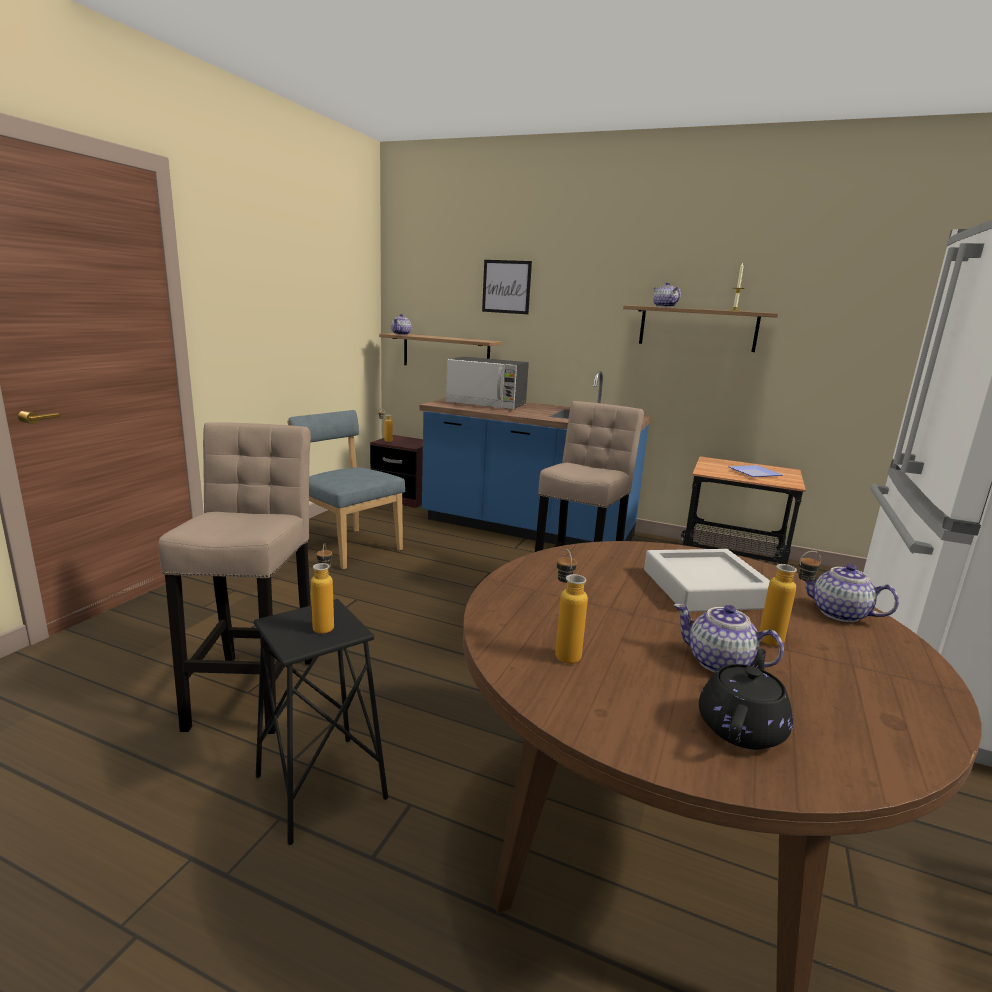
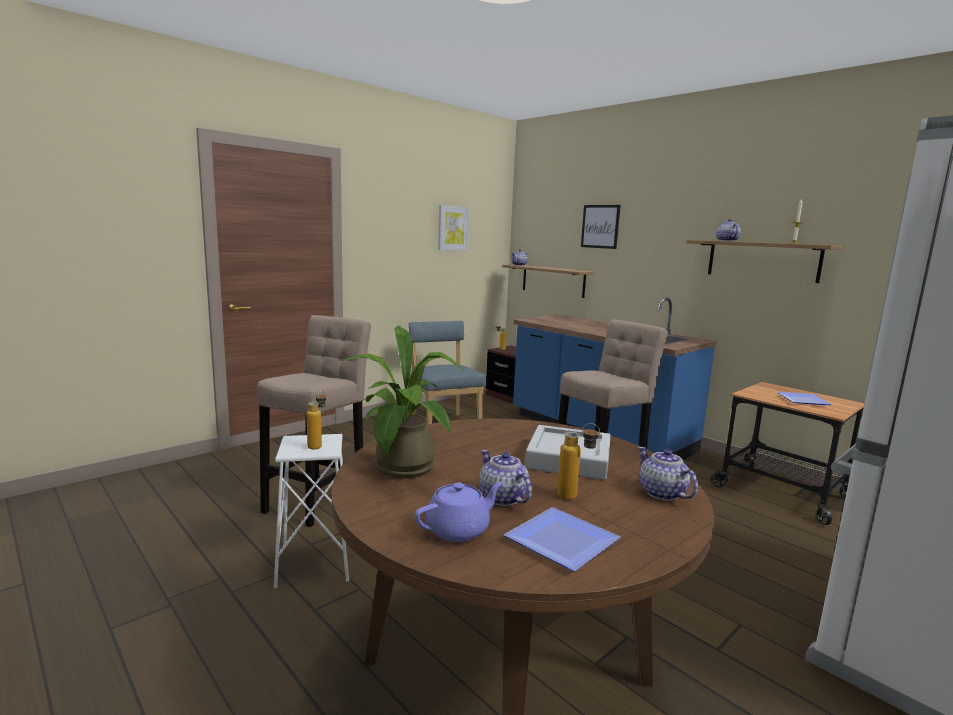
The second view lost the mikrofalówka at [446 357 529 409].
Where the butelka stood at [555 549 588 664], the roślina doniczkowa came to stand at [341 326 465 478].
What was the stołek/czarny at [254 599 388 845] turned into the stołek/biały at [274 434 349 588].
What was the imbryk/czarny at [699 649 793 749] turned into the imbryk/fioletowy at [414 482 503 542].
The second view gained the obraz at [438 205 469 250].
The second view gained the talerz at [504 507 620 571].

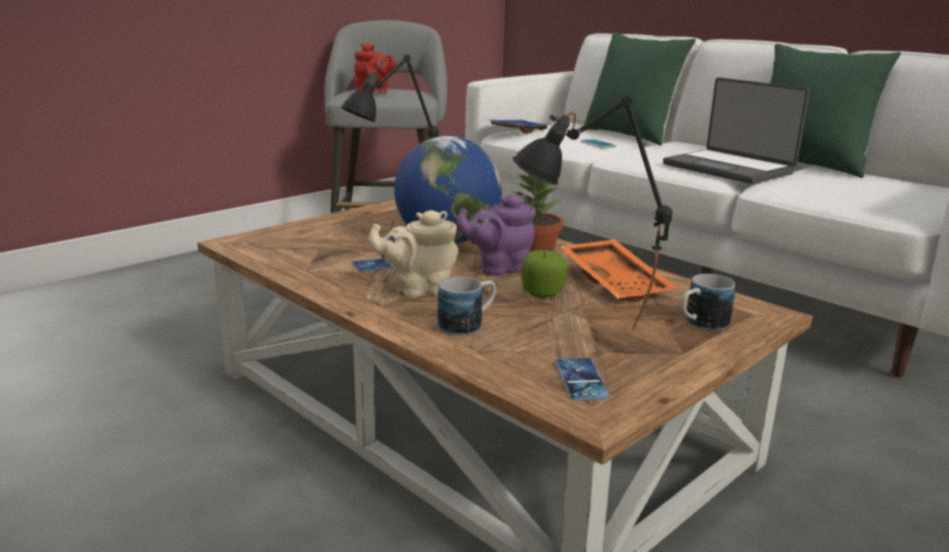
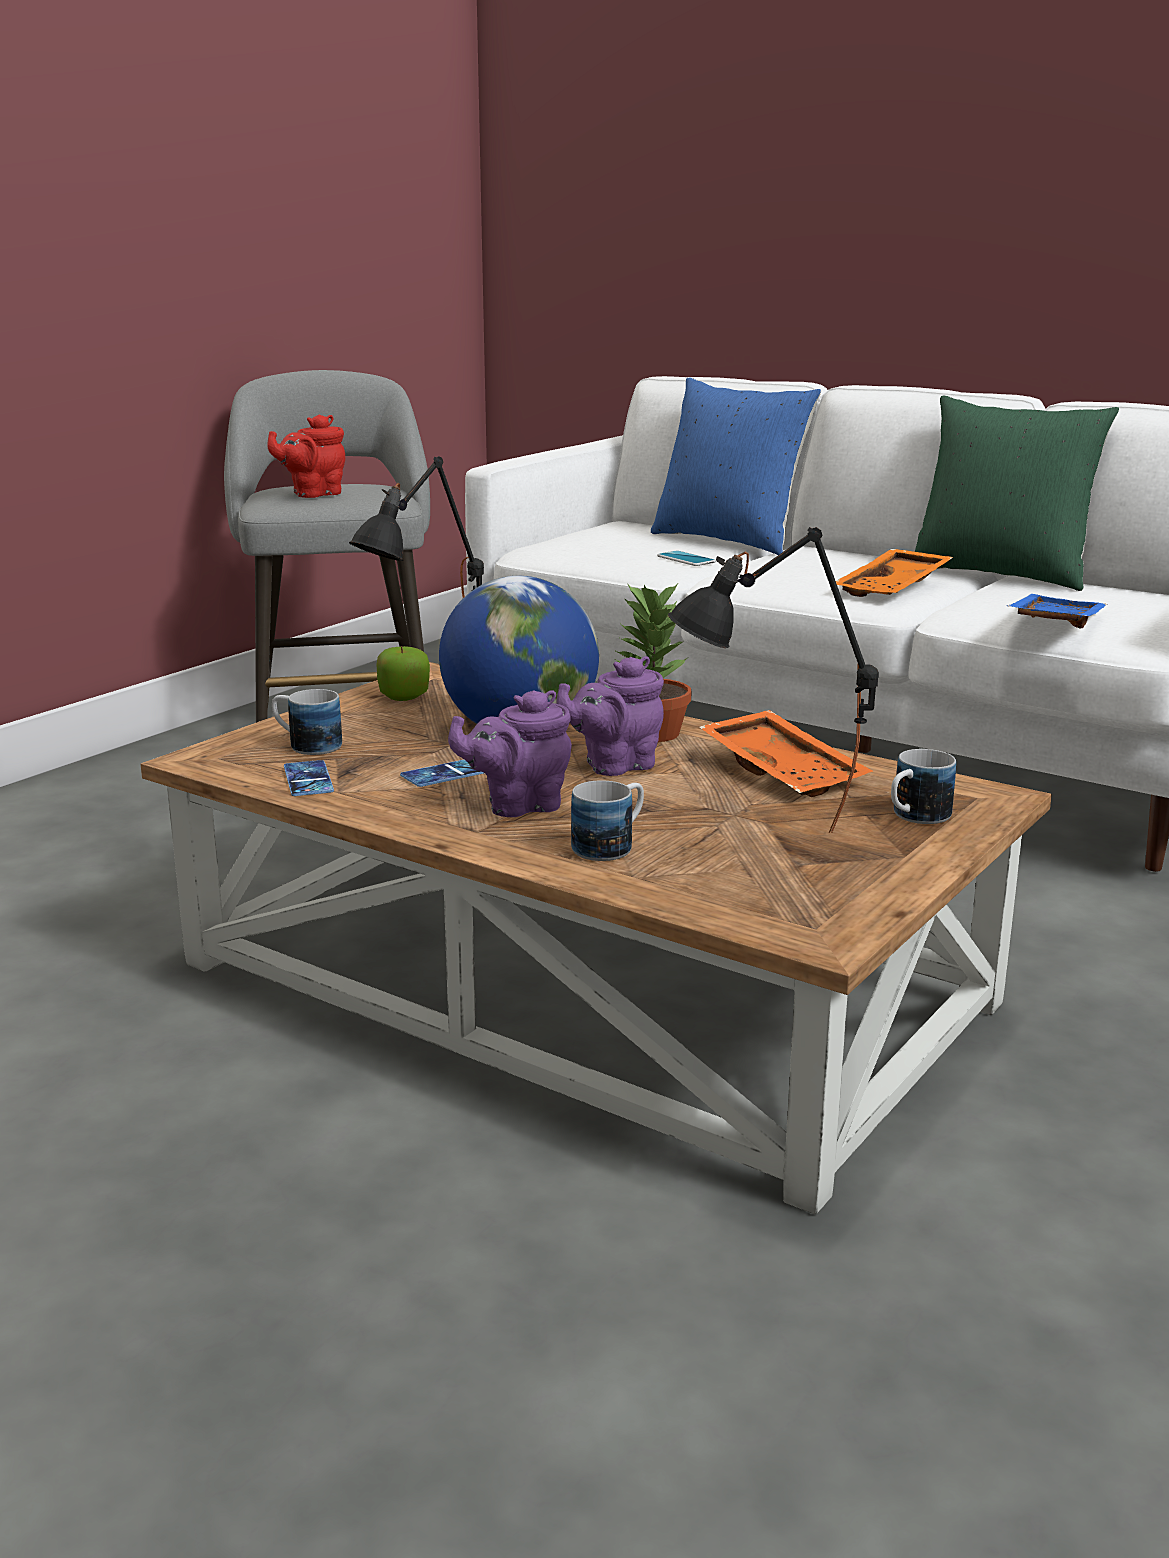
What was the poduszka/zielony at [583 32 696 146] turned into the poduszka/niebieski at [651 377 821 555].
The imbryk/czerwony at [354 43 396 93] ended up facing another way, 120 degrees clockwise from before.
Where the laptop stood at [663 77 810 184], the taca/pomarańczowy came to stand at [836 549 953 597].
The taca/niebieski ended up elsewhere, having gone from [485 119 548 134] to [1007 594 1108 629].
What was the imbryk/beżowy at [368 210 458 298] turned into the imbryk/fioletowy at [448 690 572 817].
The jabłko ended up elsewhere, having gone from [521 250 567 298] to [376 646 430 701].
The telefon ended up elsewhere, having gone from [556 358 610 400] to [284 760 334 796].
The second view gained the kubek at [272 689 342 755].

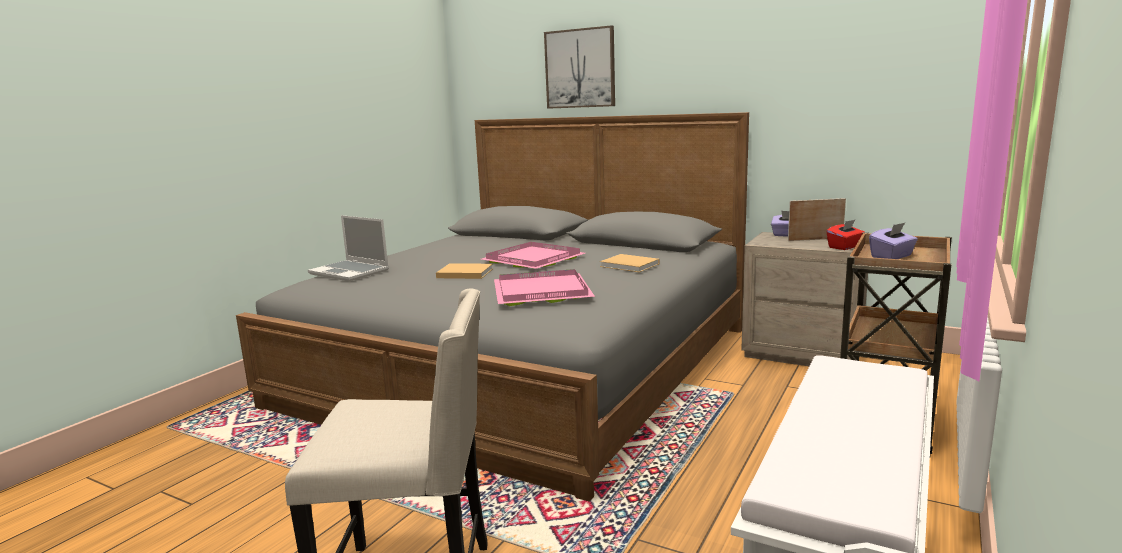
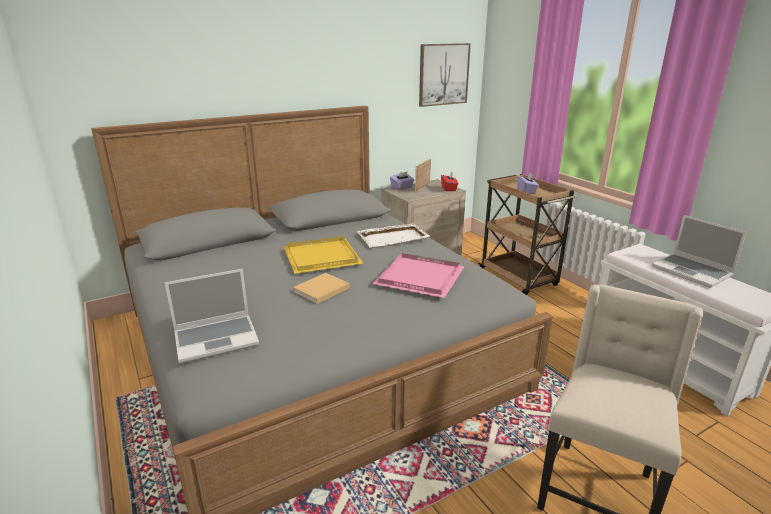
The obraz ended up elsewhere, having gone from [544 25 615 109] to [419 43 471 107].
What was the taca/różowy at [482 242 585 269] turned into the taca/żółty at [284 236 364 274].
Where the książka/beżowy stood at [600 254 659 272], the taca/biały came to stand at [357 223 430 248].
The second view gained the laptop at [652 215 746 288].

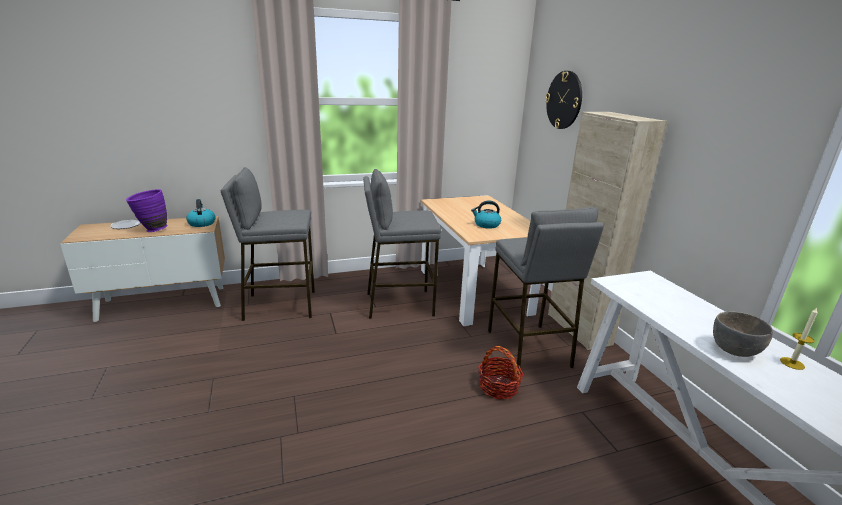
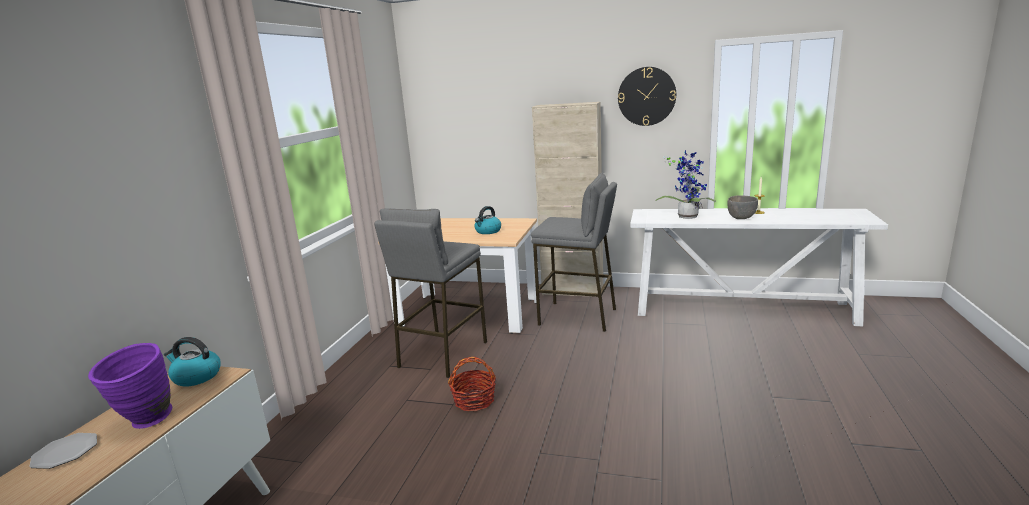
The zegar ścienny ended up elsewhere, having gone from [545 71 582 129] to [618 67 676 126].
The second view lost the stołek/szary at [221 167 315 321].
The koszyk ended up elsewhere, having gone from [478 346 524 399] to [448 357 496 411].
The second view gained the roślina doniczkowa at [655 149 716 219].

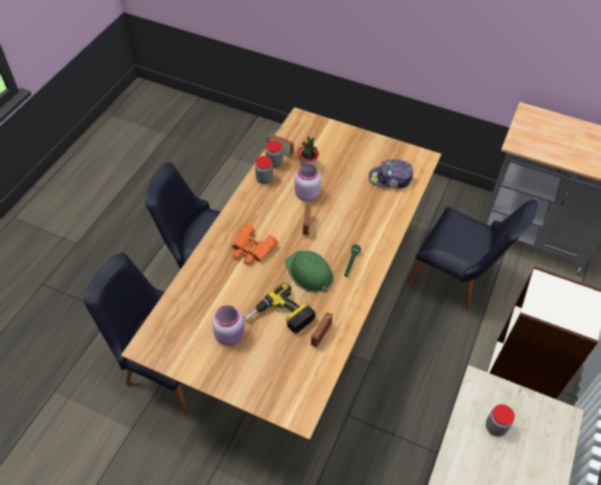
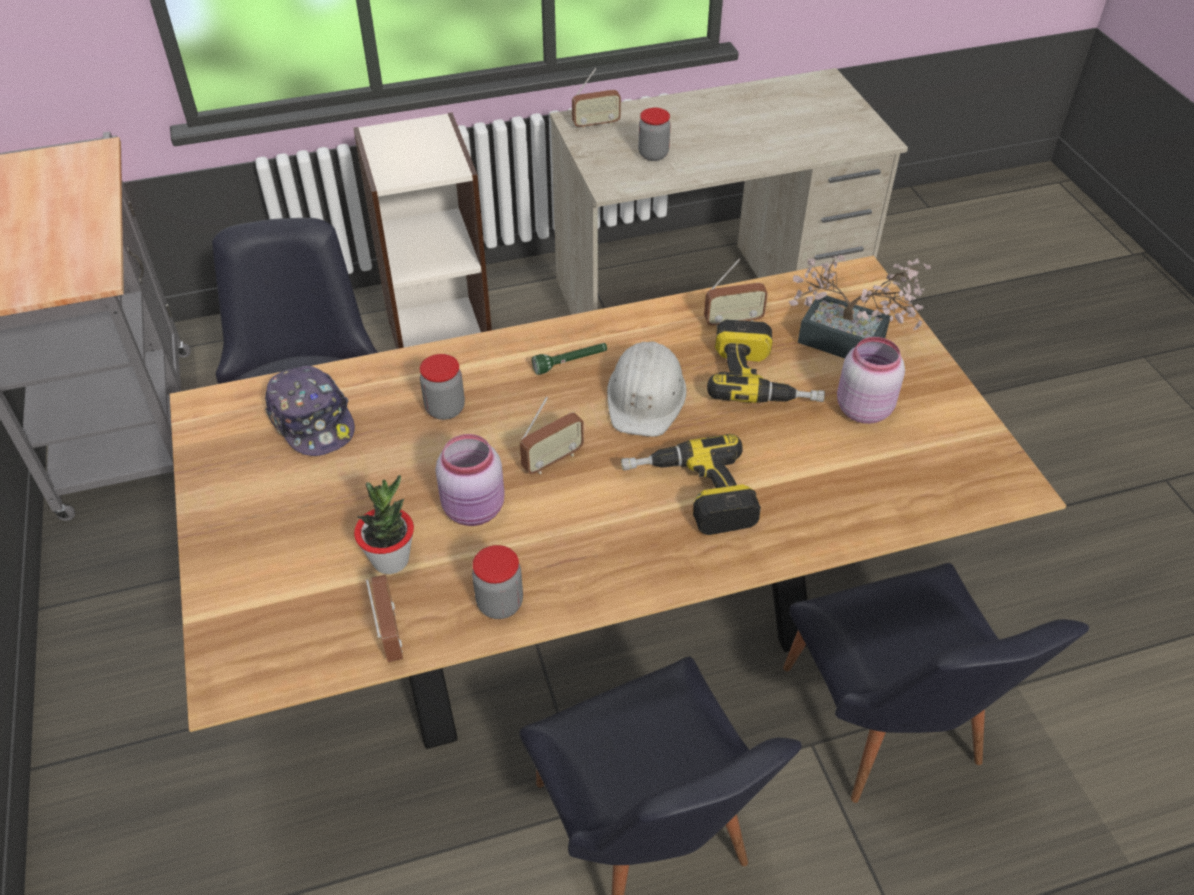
The słoik ended up elsewhere, having gone from [266 140 283 168] to [420 354 465 420].
Where the lornetka/pomarańczowy stood at [232 224 278 266], the wiertarka came to stand at [621 434 761 535].
What was the kask/zielony at [285 251 333 293] turned into the kask/biały at [607 341 686 437].
The second view gained the radio at [572 68 621 130].
The second view gained the roślina doniczkowa at [789 255 931 358].

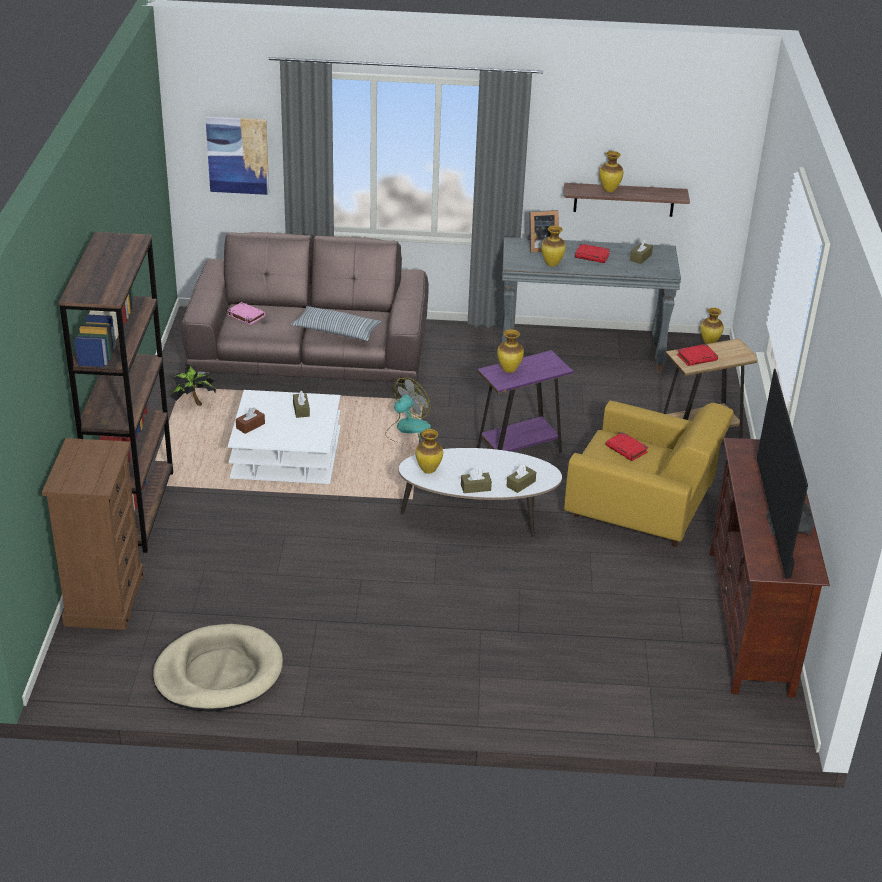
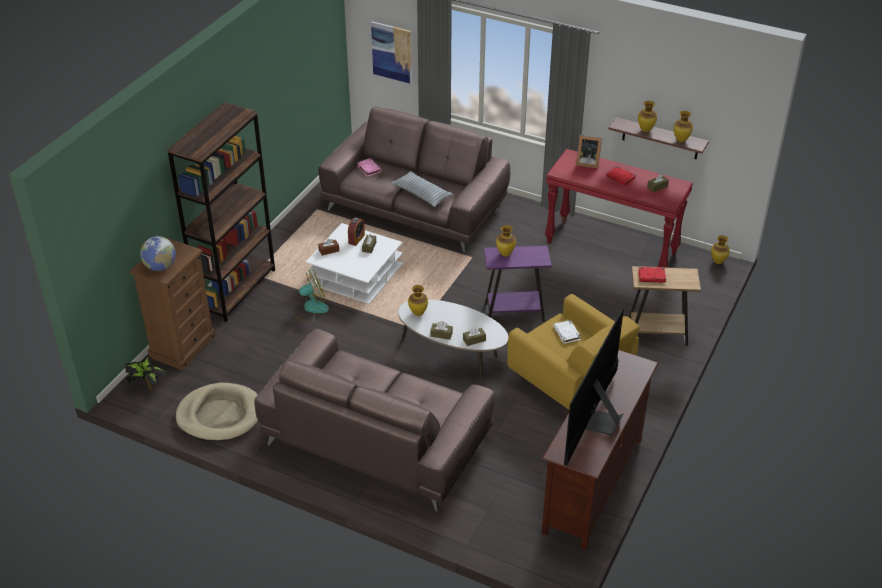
The wazon ended up elsewhere, having gone from [541 226 566 267] to [673 111 693 142].
What was the stolik konsolowy/szary at [501 237 681 373] turned into the stolik konsolowy/czerwony at [545 149 693 268].
The roślina doniczkowa ended up elsewhere, having gone from [170 365 216 406] to [125 356 167 391].
The wentylator ended up elsewhere, having gone from [385 377 431 445] to [292 270 329 323].
What was the książka/czerwony at [606 432 648 461] turned into the książka/biały at [553 320 581 344].
The second view gained the budzik at [348 218 365 246].
The second view gained the globus at [140 236 176 271].
The second view gained the kanapa/brązowy at [254 329 495 512].

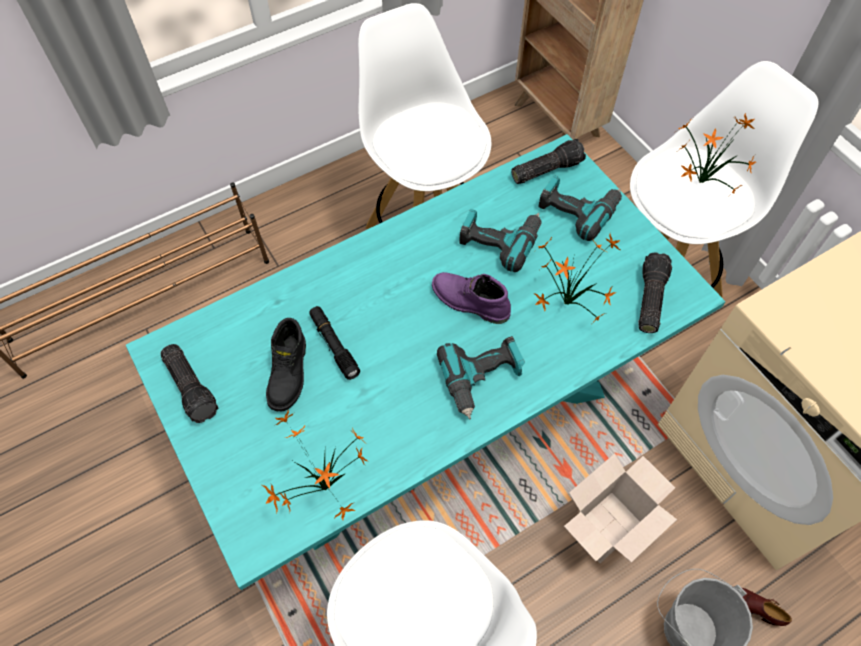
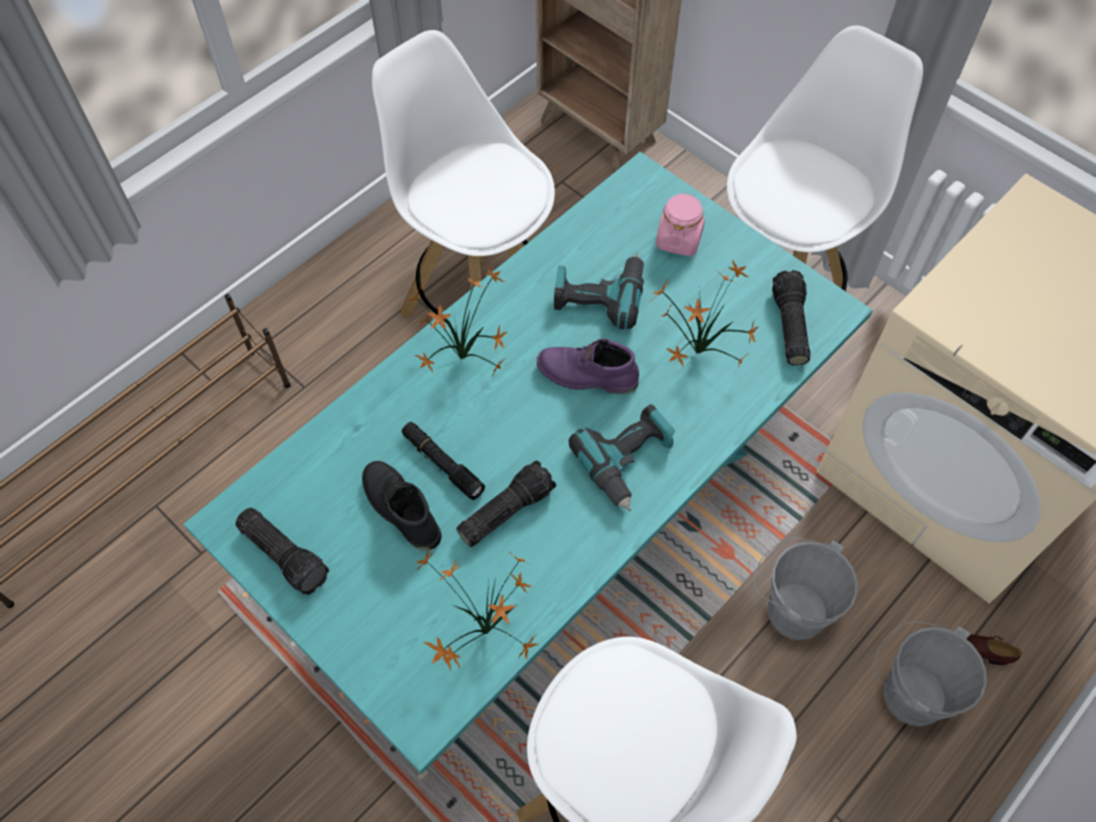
The roślina doniczkowa ended up elsewhere, having gone from [678 113 756 195] to [408 266 507 374].
The latarka ended up elsewhere, having gone from [511 139 586 184] to [456 460 556 547].
Where the wiertarka stood at [538 175 622 241], the słoik/różowy came to stand at [656 192 705 256].
The but z cholewką/czarny at [266 318 306 411] ended up facing another way, 150 degrees clockwise from before.
Where the karton stood at [564 453 677 563], the wiadro/szary came to stand at [754 538 858 640].

